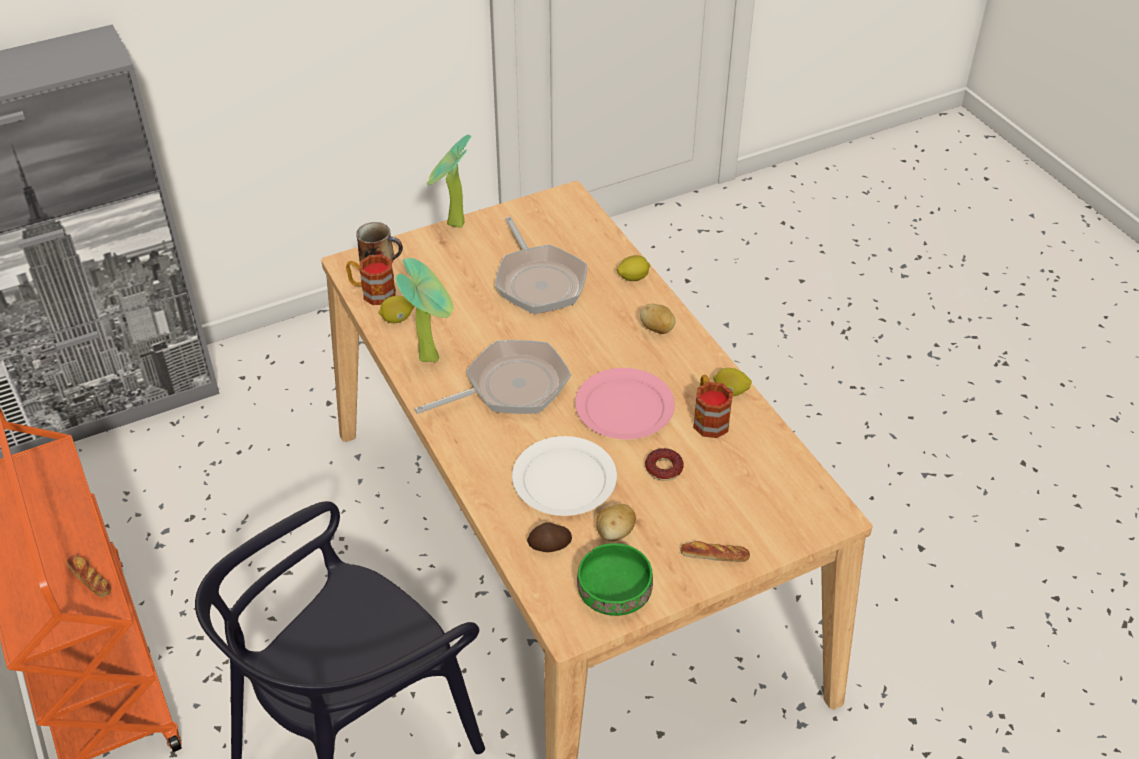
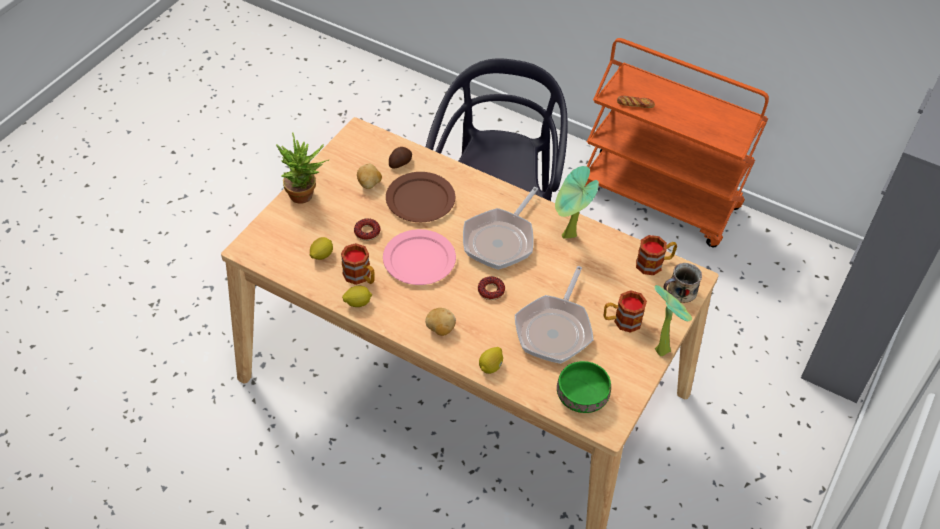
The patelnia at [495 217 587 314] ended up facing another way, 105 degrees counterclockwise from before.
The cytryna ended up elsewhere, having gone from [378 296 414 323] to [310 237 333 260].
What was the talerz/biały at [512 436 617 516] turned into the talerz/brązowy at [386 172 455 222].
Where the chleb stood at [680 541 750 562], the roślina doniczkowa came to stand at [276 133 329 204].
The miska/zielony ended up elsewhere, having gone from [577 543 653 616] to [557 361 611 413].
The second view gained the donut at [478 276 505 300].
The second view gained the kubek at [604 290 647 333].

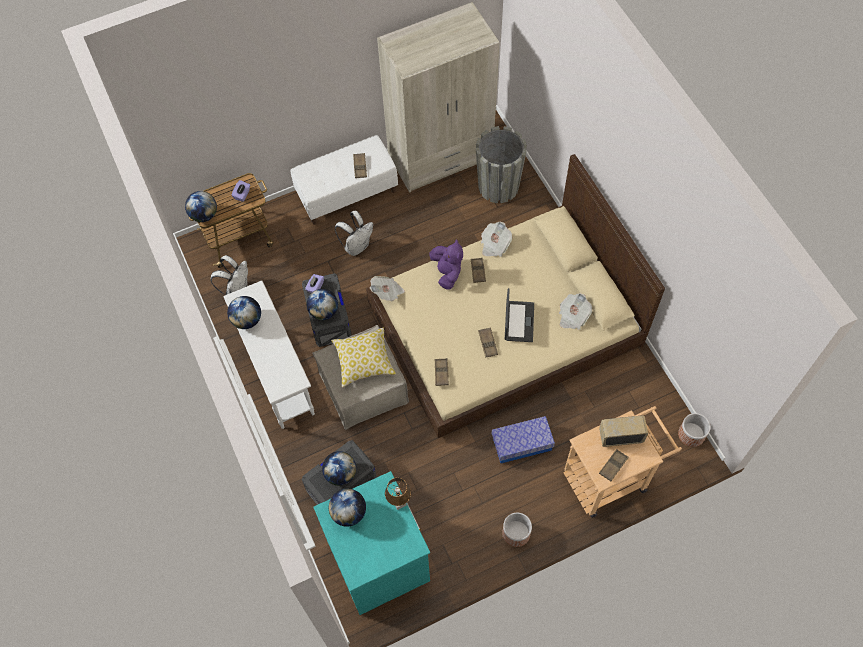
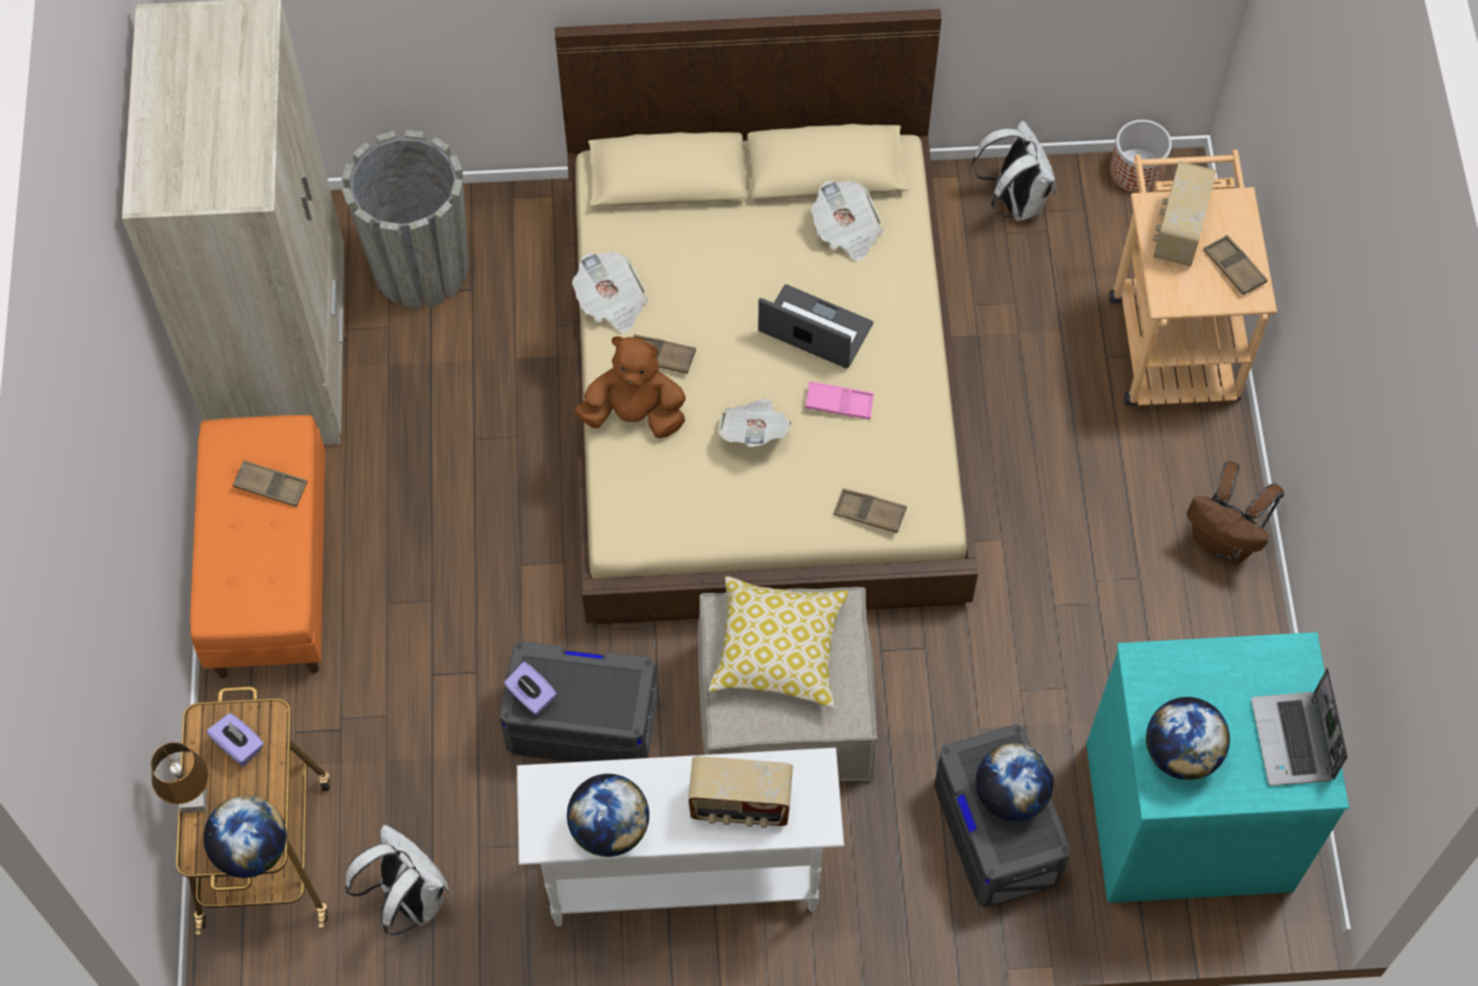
What was the ławka/biały at [290 135 398 225] turned into the ławka/pomarańczowy at [190 415 325 678].
The plecak/biały ended up elsewhere, having gone from [335 211 373 256] to [972 121 1056 221].
What was the pluszak/fioletowy at [429 239 463 290] turned into the pluszak/brązowy at [575 336 686 439].
The gazeta ended up elsewhere, having gone from [369 276 405 301] to [717 398 792 447].
The second view lost the globus at [307 289 338 320].
What was the taca/brązowy at [478 327 498 358] turned into the taca/różowy at [805 381 874 420].
The second view lost the pojemnik do przechowywania at [491 416 555 464].
The lampa stołowa/brązowy ended up elsewhere, having gone from [385 478 411 510] to [151 742 209 813].
Where the donica stood at [502 513 532 547], the plecak/brązowy came to stand at [1187 461 1284 564].
The second view gained the laptop at [1251 668 1348 786].
The second view gained the radio at [688 756 793 828].

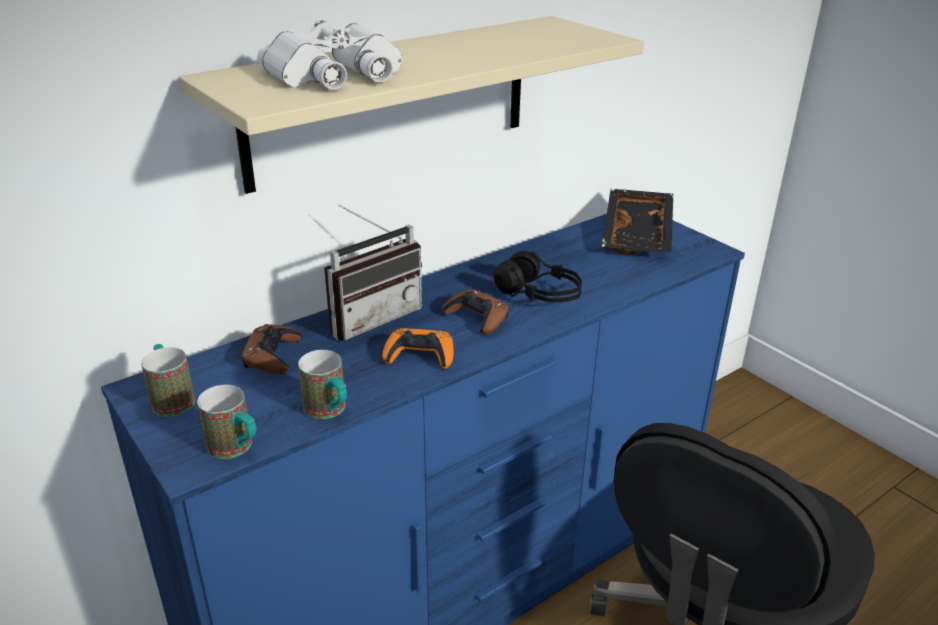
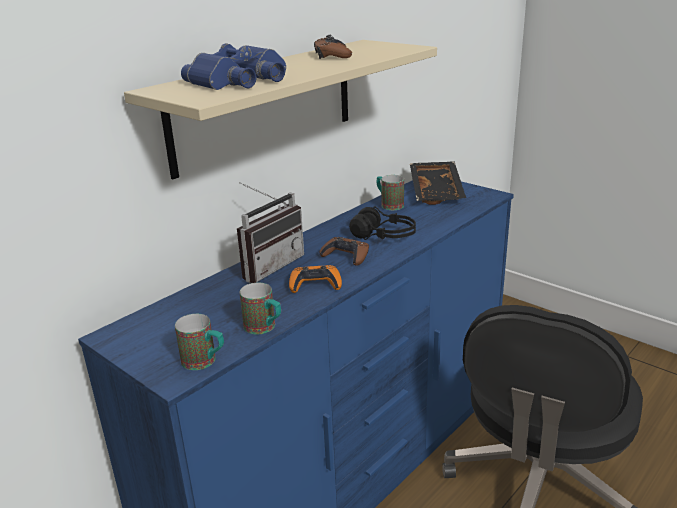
What was the lornetka/biały at [257 20 402 90] turned into the lornetka/niebieski at [181 43 286 90].
The pad do gier/brązowy ended up elsewhere, having gone from [241 324 302 375] to [314 35 352 59].
The kubek ended up elsewhere, having gone from [141 344 195 417] to [376 175 404 210].

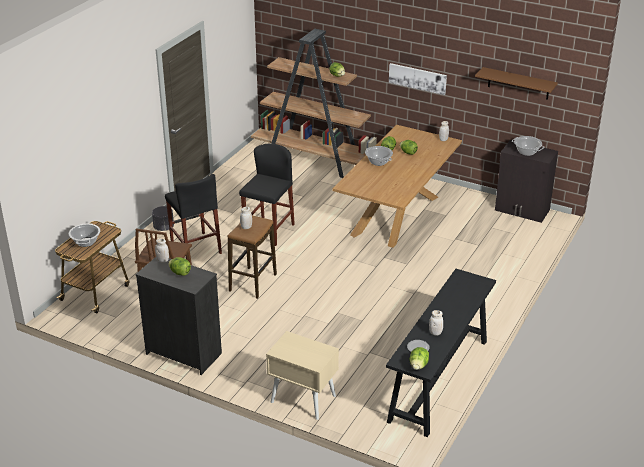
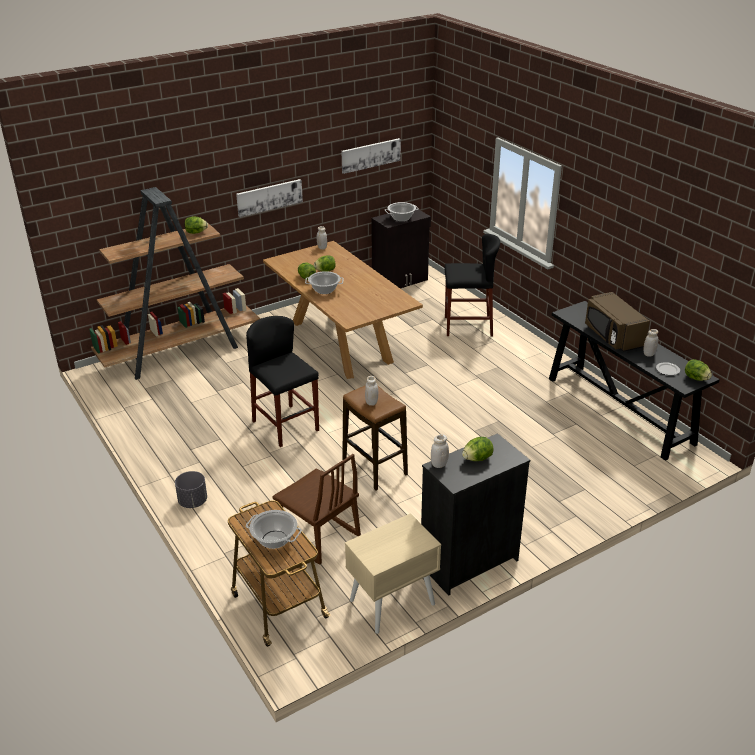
Where the półka/brązowy hung at [475 67 558 100], the obraz came to hang at [341 138 401 174].
The stołek/czarny ended up elsewhere, having gone from [165 174 222 259] to [444 234 500 336].
The szafka nocna/beżowy ended up elsewhere, having gone from [266 331 339 420] to [345 513 441 634].
The second view gained the mikrofalówka/brązowy at [585 292 650 352].

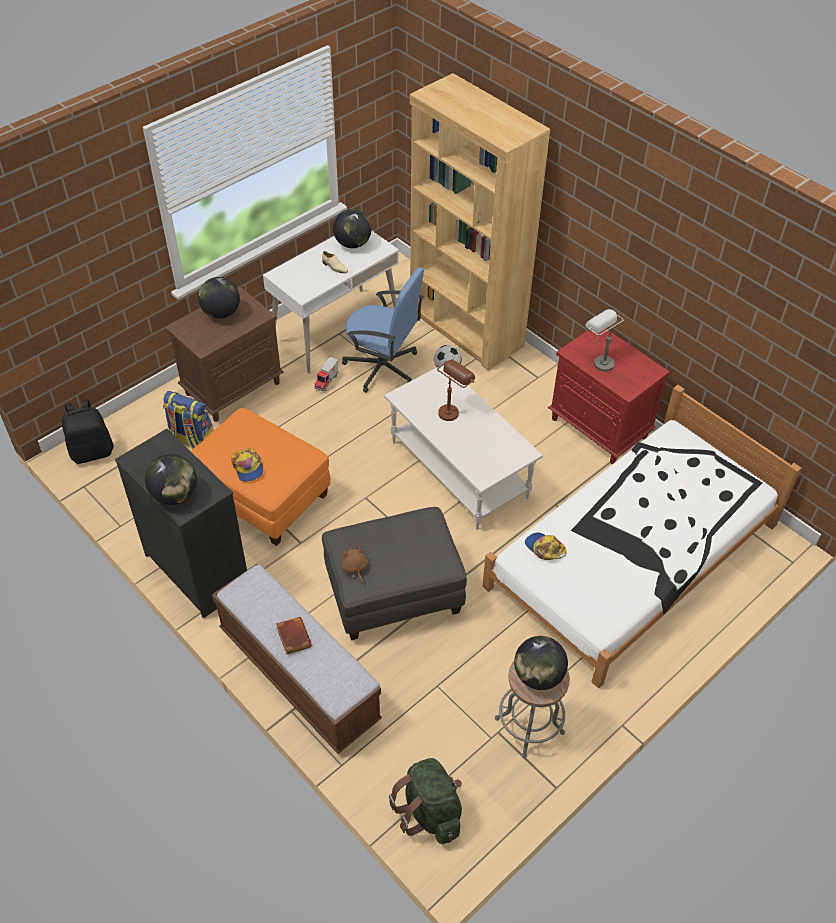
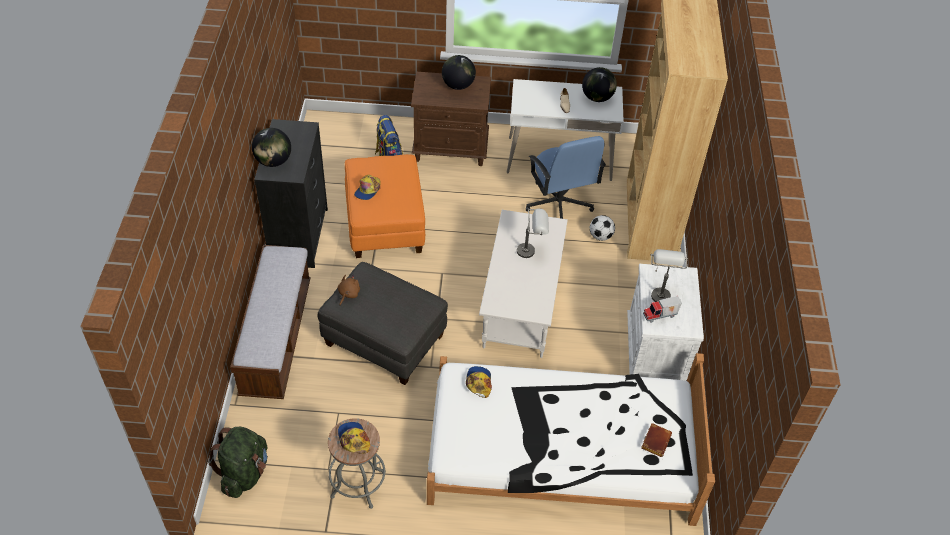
What was the szafka nocna/czerwony at [548 329 670 464] turned into the szafka nocna/biały at [627 264 704 381].
The ciężarówka zabawkowa ended up elsewhere, having gone from [314 357 338 392] to [643 296 682 323].
What was the lampa stołowa/brązowy at [437 359 475 421] turned into the lampa stołowa/szary at [517 208 549 258].
The second view lost the plecak/czarny at [62 399 114 464].
The książka/brązowy ended up elsewhere, having gone from [276 617 312 655] to [641 423 672 457].
Where the globus stood at [514 636 568 690], the czapka z daszkiem came to stand at [338 422 370 454].

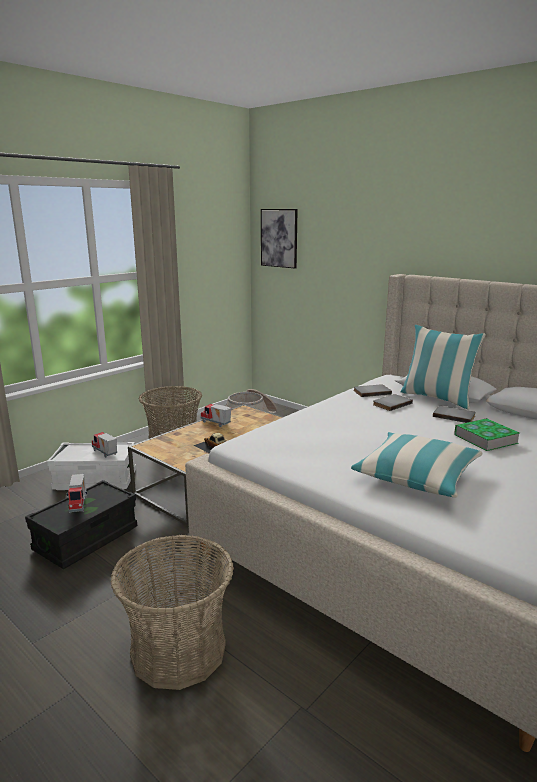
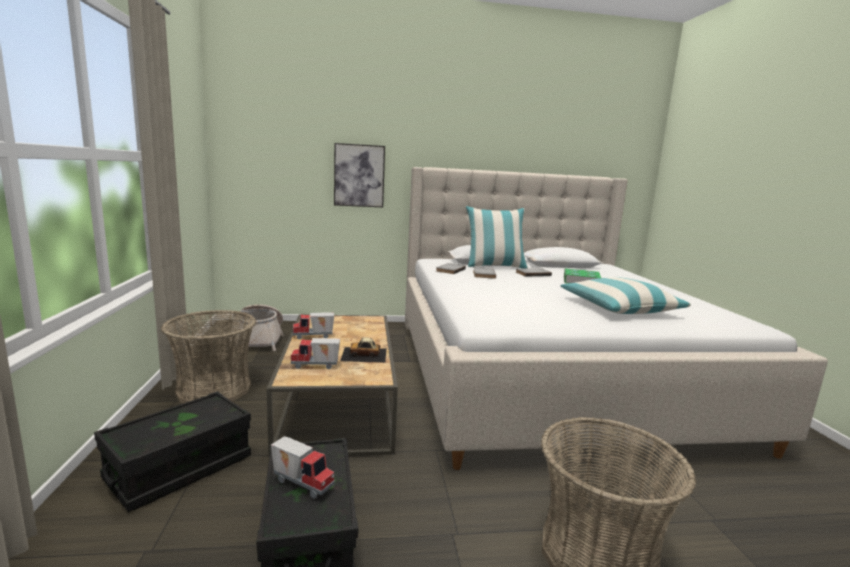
The obraz ended up elsewhere, having gone from [261 209 298 268] to [334 143 385 207].
The ciężarówka zabawkowa ended up elsewhere, having gone from [92 432 117 458] to [291 338 340 369].
What was the pojemnik do przechowywania/biały at [47 442 136 490] turned into the pojemnik do przechowywania/czarny at [94 391 251 512].

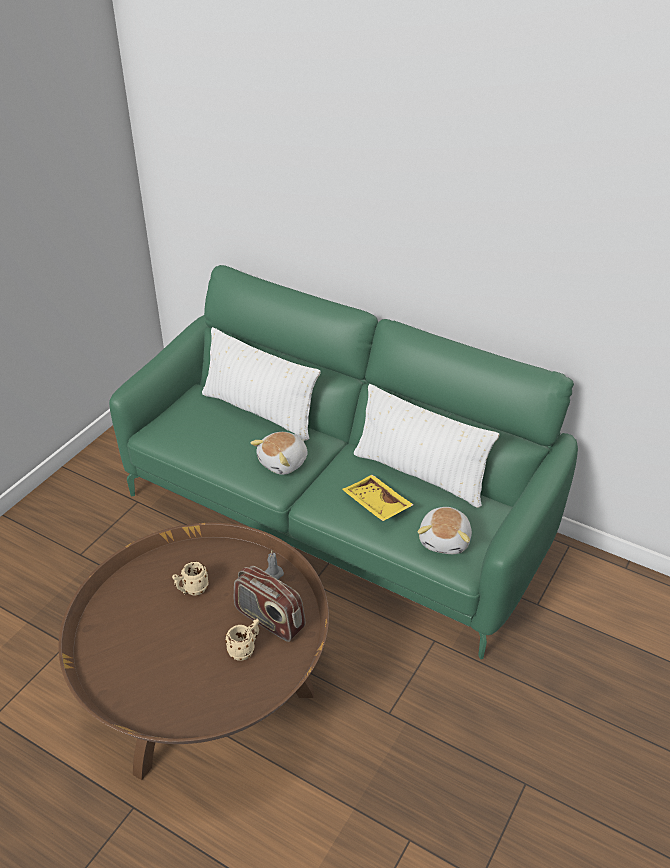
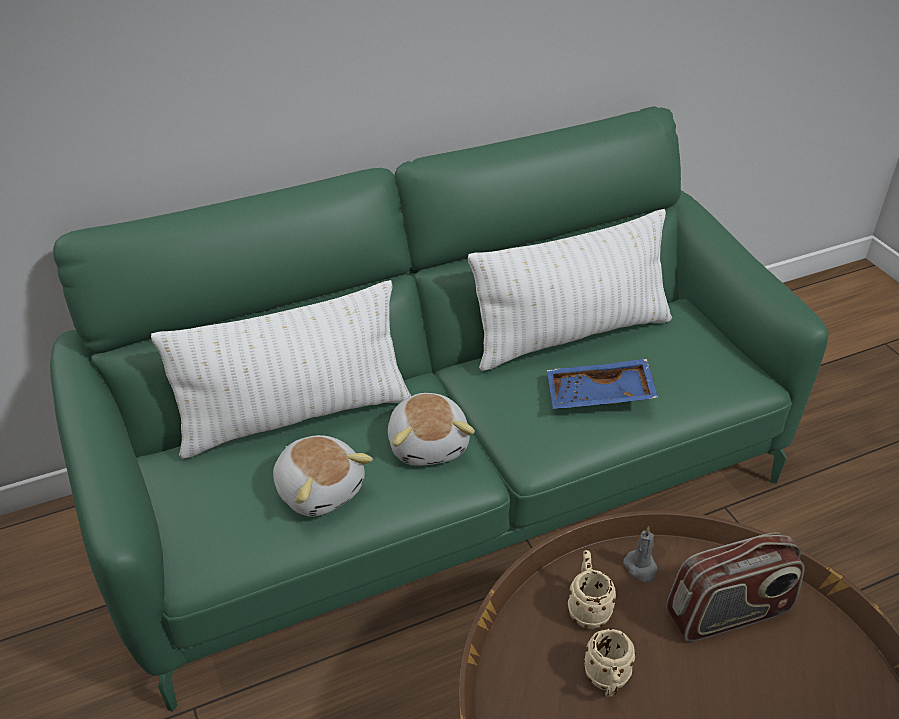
What was the taca/żółty at [342 475 413 521] turned into the taca/niebieski at [547 359 658 409].
The pluszak ended up elsewhere, having gone from [418 507 472 554] to [273 435 373 517].
The kubek/beżowy ended up elsewhere, having gone from [225 619 259 661] to [567 550 617 629].

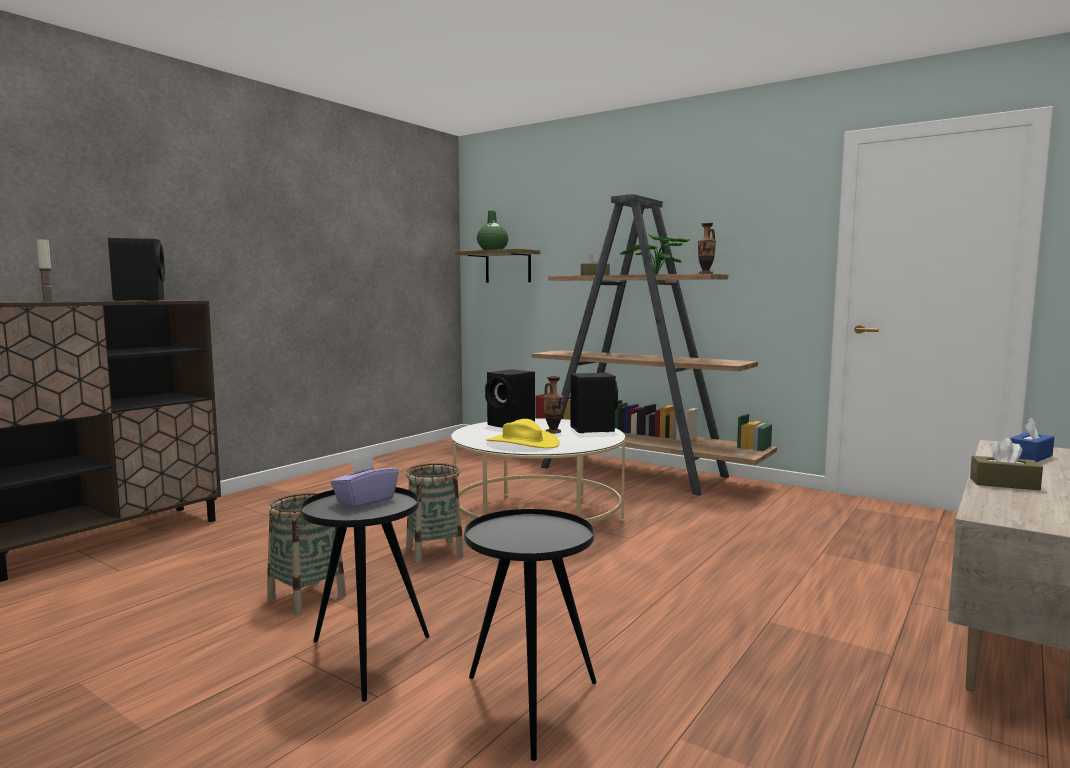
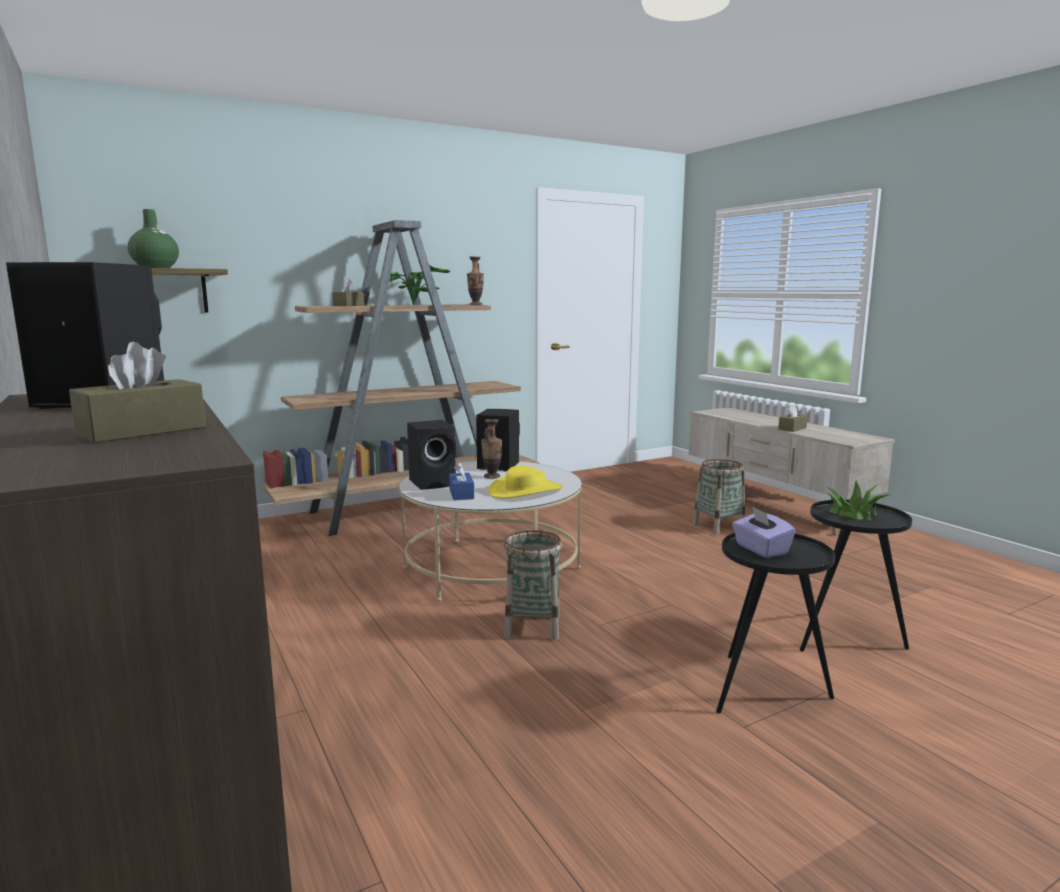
Where the świeca stood at [36 237 55 302], the pudełko chusteczek/brązowy came to stand at [69 342 206 443].
The pudełko chusteczek/niebieski ended up elsewhere, having gone from [1010 418 1054 462] to [449 462 474 500].
The koszyk ended up elsewhere, having gone from [267 493 346 615] to [693 459 745 535].
The second view gained the roślina doniczkowa at [825 481 890 520].

